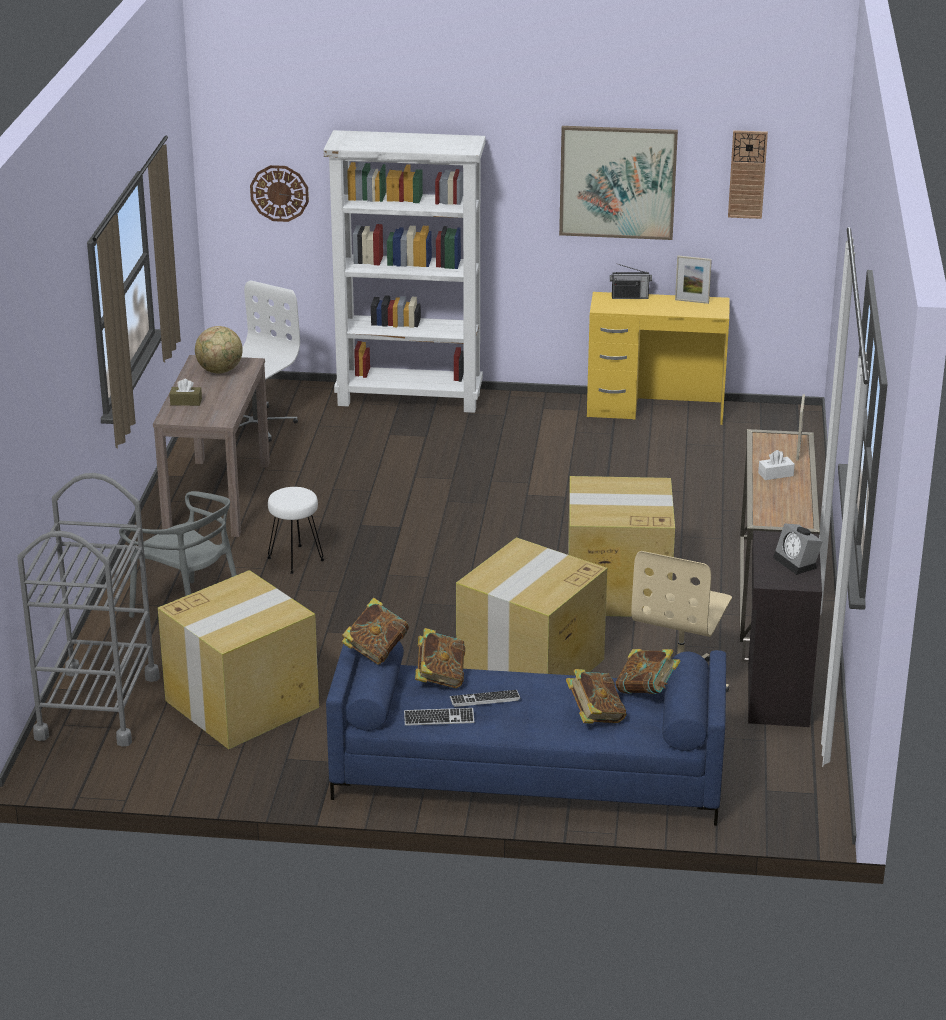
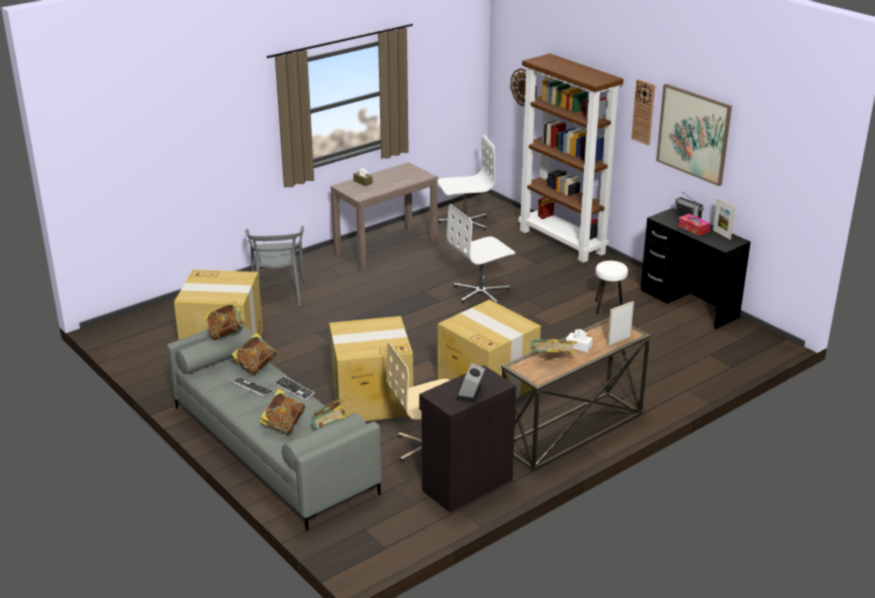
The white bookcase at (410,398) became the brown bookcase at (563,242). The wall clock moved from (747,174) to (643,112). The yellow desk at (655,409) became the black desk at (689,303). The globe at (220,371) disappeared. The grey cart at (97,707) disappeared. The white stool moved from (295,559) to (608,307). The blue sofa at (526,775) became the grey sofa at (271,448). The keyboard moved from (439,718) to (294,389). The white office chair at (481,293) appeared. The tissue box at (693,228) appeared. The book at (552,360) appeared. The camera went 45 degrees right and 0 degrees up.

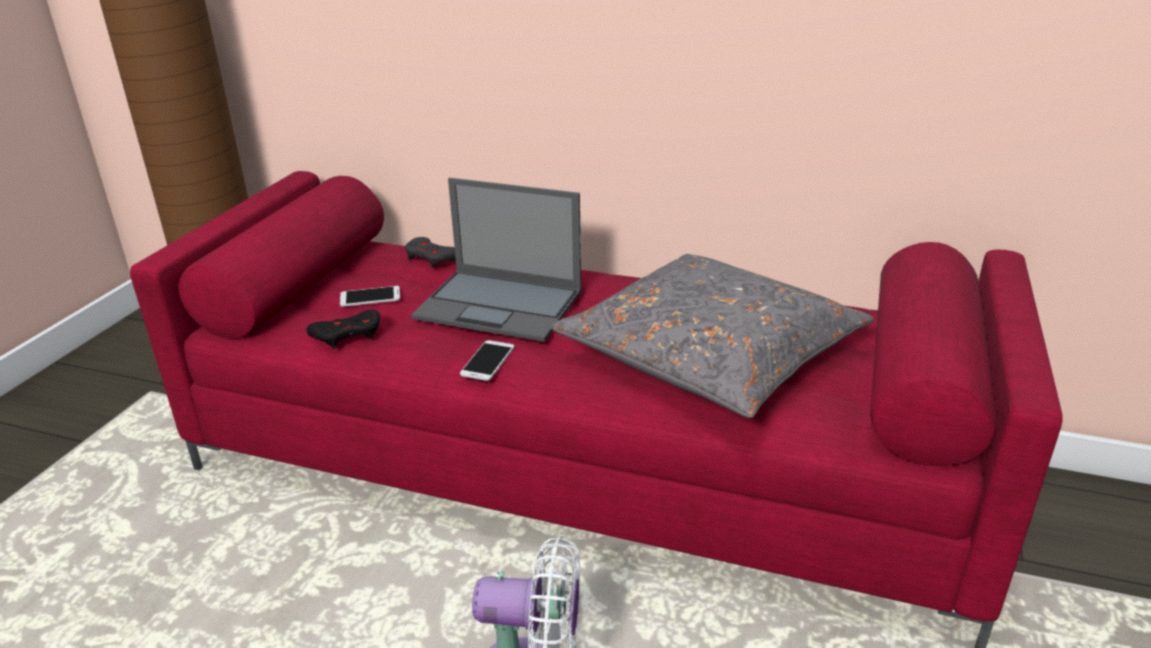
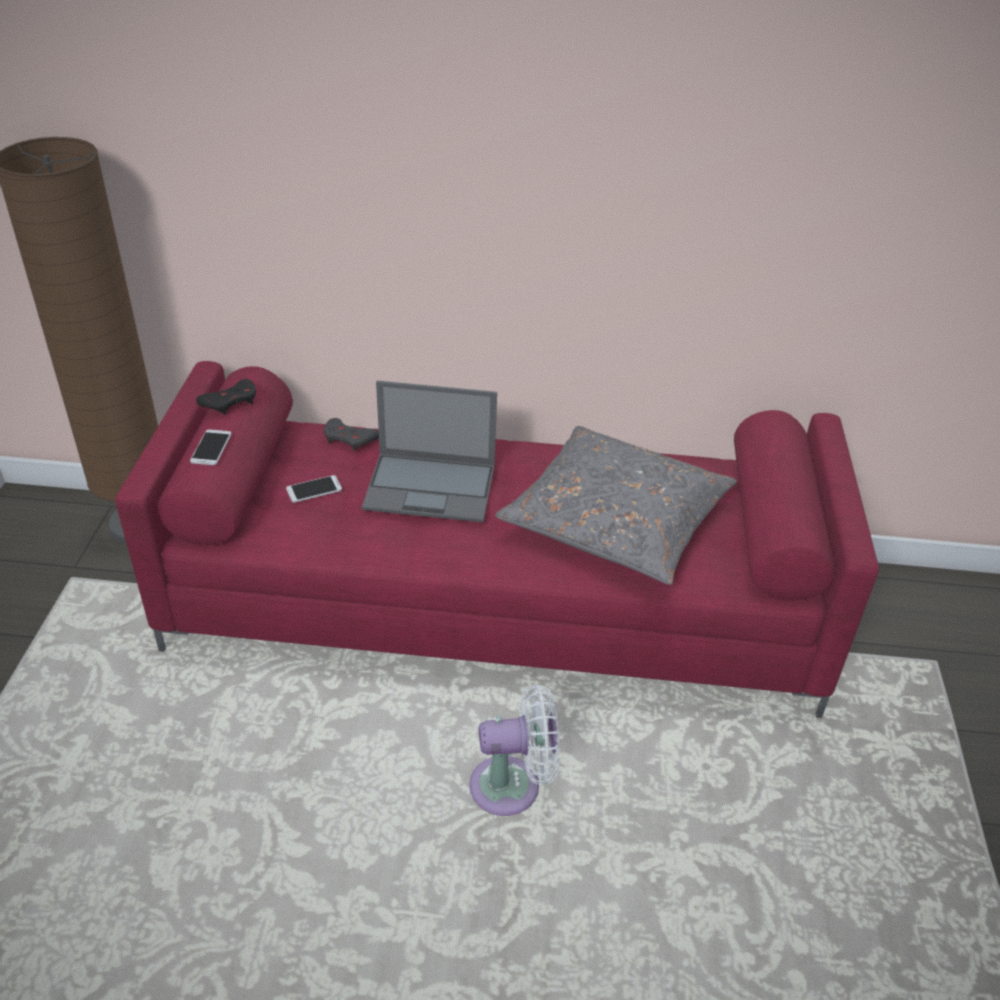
The black game controller moved from (347,334) to (230,401). The phone moved from (487,361) to (211,448). The camera went 15 degrees left and 10 degrees up.

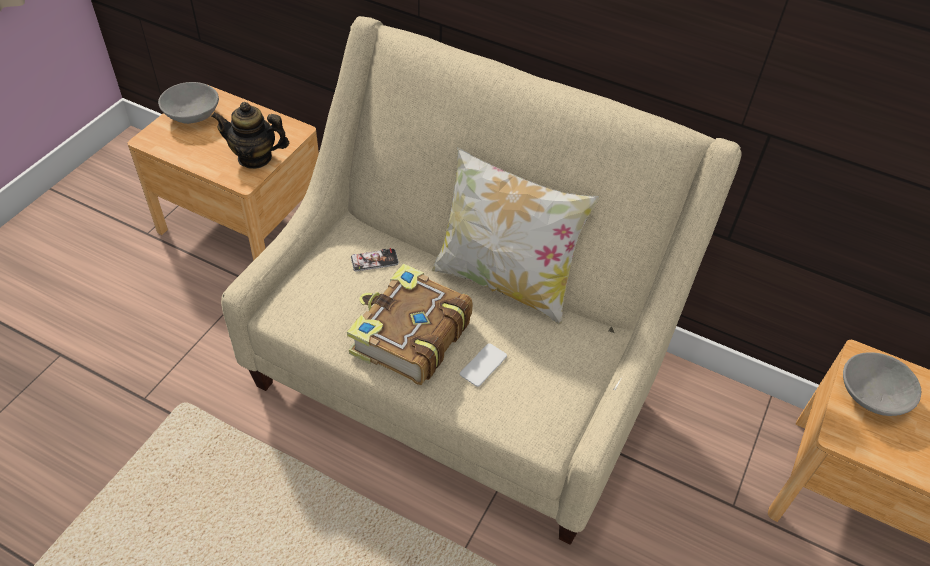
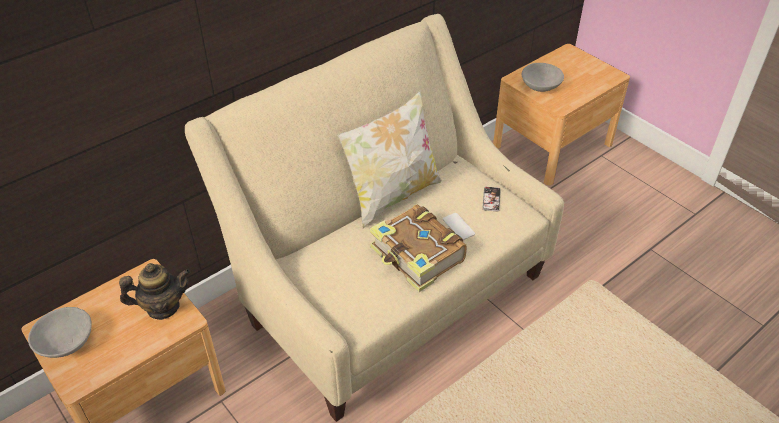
The teapot at (255,157) turned 135 degrees counterclockwise. The phone moved from (374,260) to (491,199). The camera went 65 degrees left and 5 degrees down.

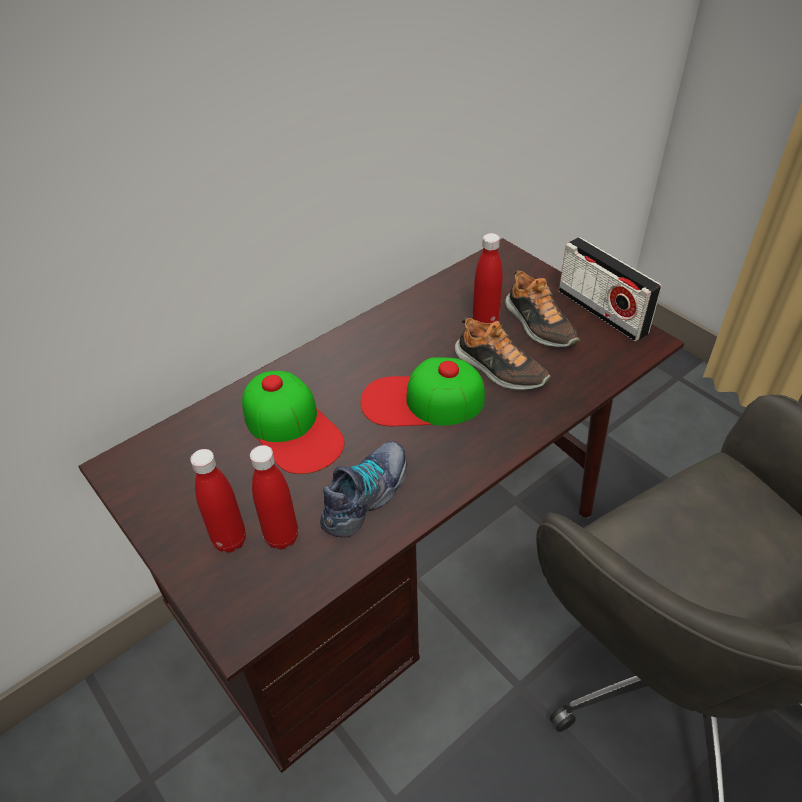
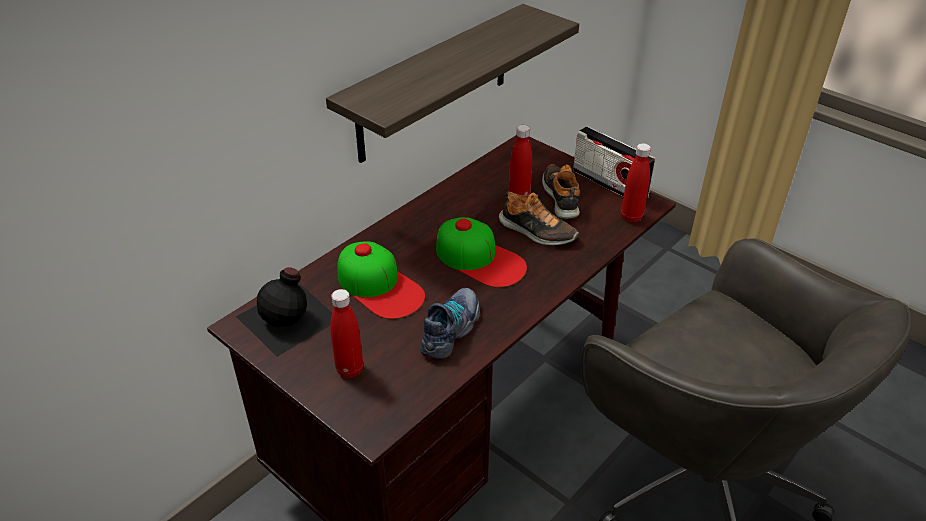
The shoe at (538,325) turned 150 degrees counterclockwise. The cap at (422,401) turned 135 degrees counterclockwise. The red bottle moved from (282,537) to (631,217). The shelf at (434,83) appeared. The black bottle at (290,317) appeared. The camera went 10 degrees left and 5 degrees down.

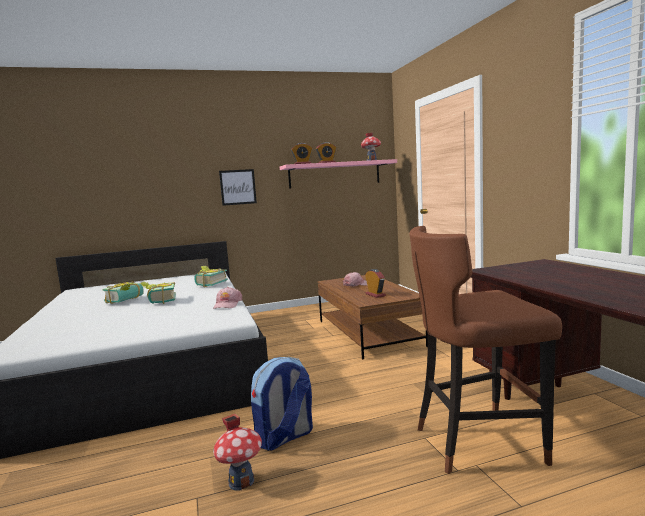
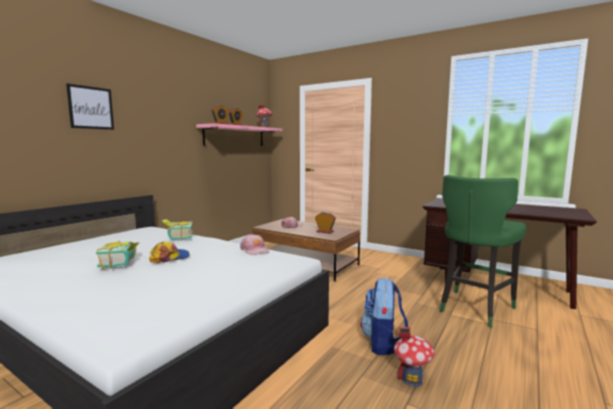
The picture moved from (238,187) to (91,108). The brown stool at (476,442) became the green stool at (474,308). The book at (159,301) was replaced by the cap at (169,257). The camera went 40 degrees left and 0 degrees up.

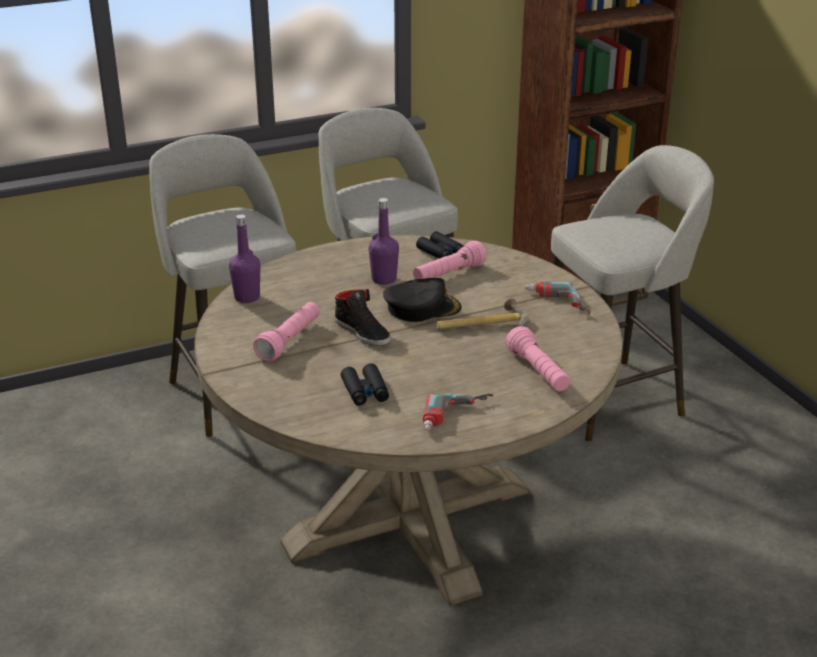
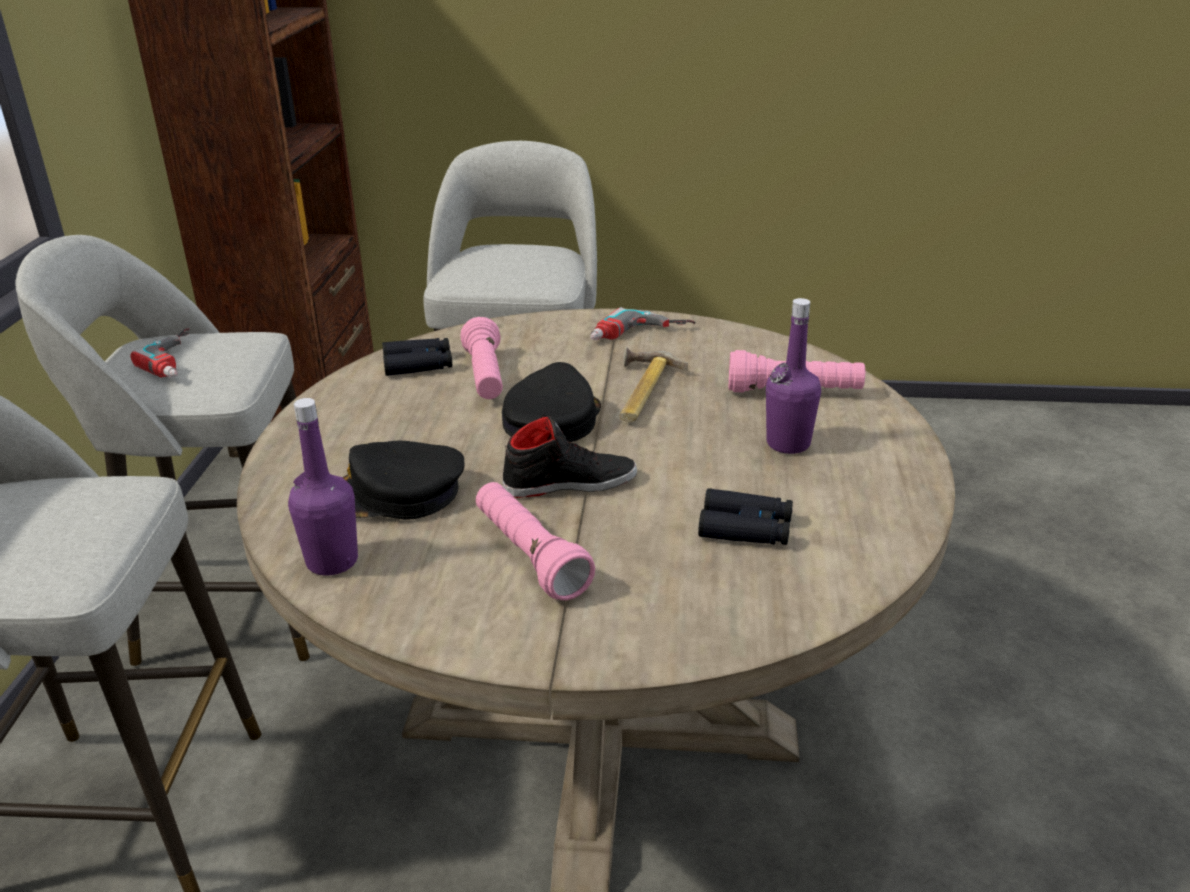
The purple bottle moved from (384,279) to (788,444). The power drill moved from (457,417) to (181,359). The black cap at (396,494) appeared. The camera went 60 degrees left and 0 degrees up.

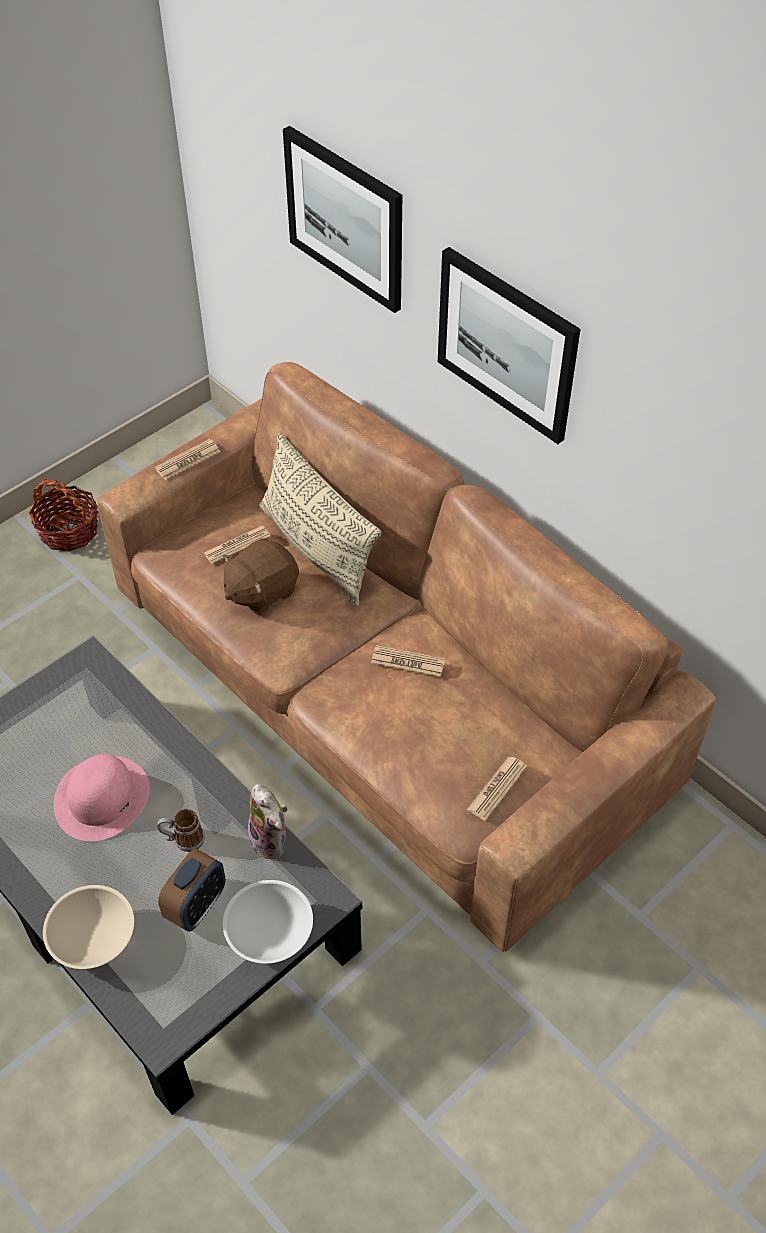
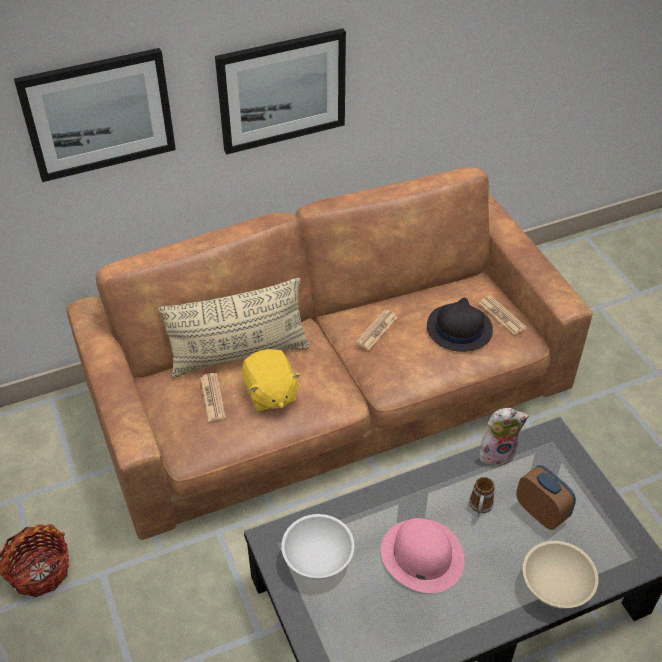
The newspaper at (187,460) disappeared. The brown plush toy at (261,591) became the yellow plush toy at (270,394). The white bowl moved from (270,934) to (318,558). The black hat at (458,328) appeared. The camera went 70 degrees left and 5 degrees down.

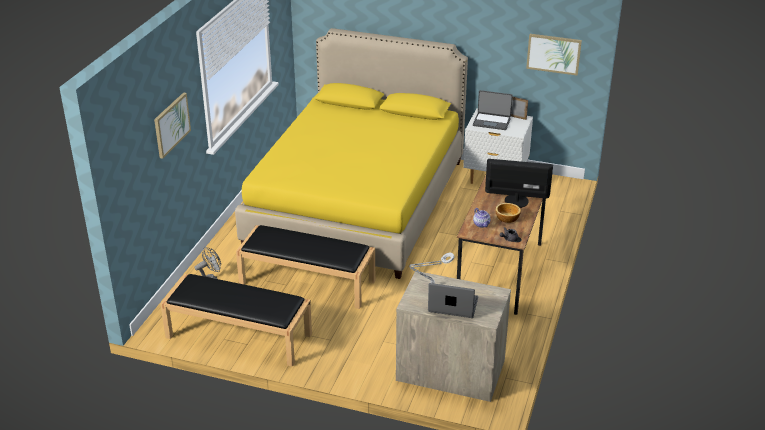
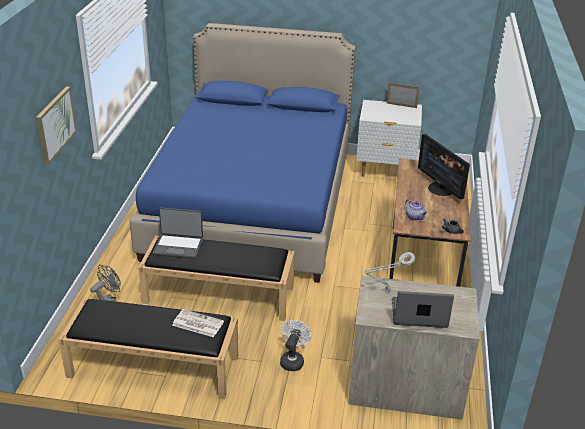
The yellow bed at (358,202) became the blue bed at (252,203). The picture at (553,53) disappeared. The laptop moved from (491,122) to (178,246). The monitor at (516,200) turned 120 degrees counterclockwise. The bowl at (506,218) disappeared. The newspaper at (197,323) appeared. The white fan at (293,360) appeared. The camera went 10 degrees left and 0 degrees up.

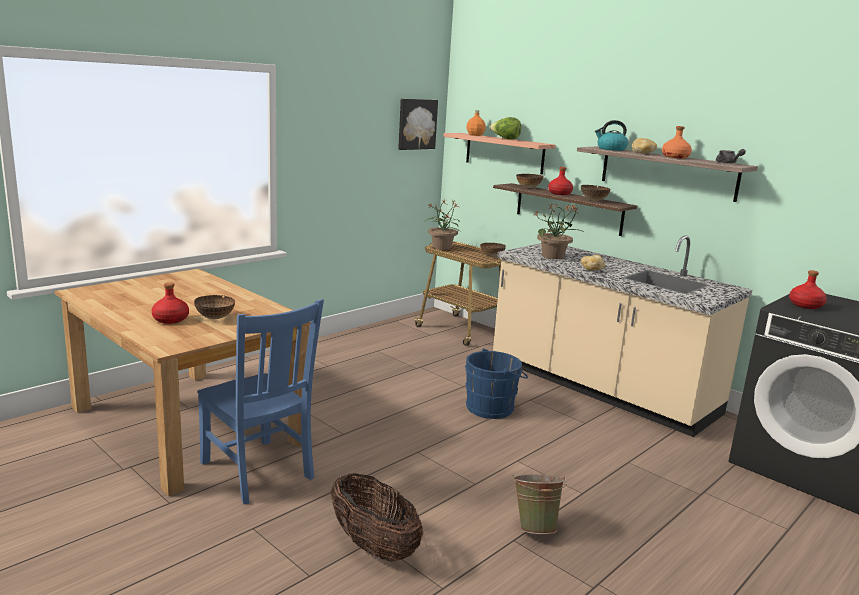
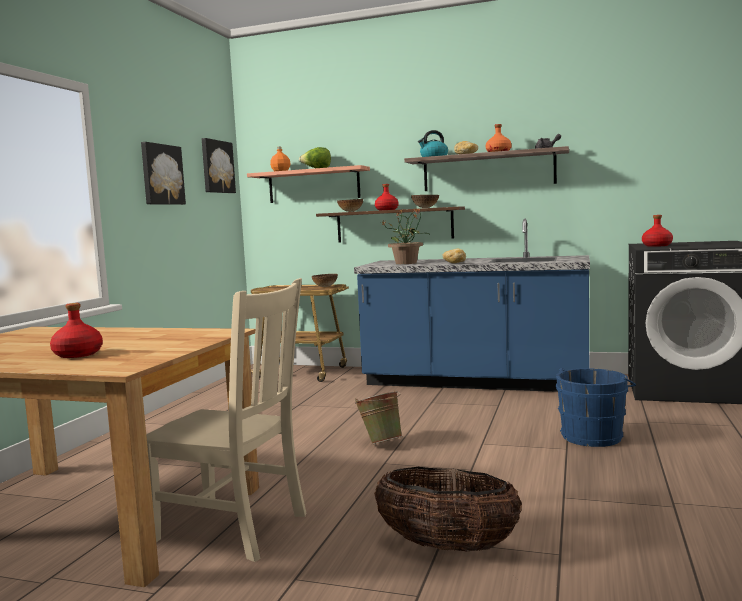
The potted plant at (441,247) disappeared. The beige counter at (600,388) became the blue counter at (476,381). The bowl at (215,318) disappeared. The blue chair at (258,472) became the beige chair at (234,529). The blue bucket moved from (492,408) to (593,436). The green bucket moved from (535,527) to (381,442). The picture at (161,174) appeared. The camera went 25 degrees left and 10 degrees down.

